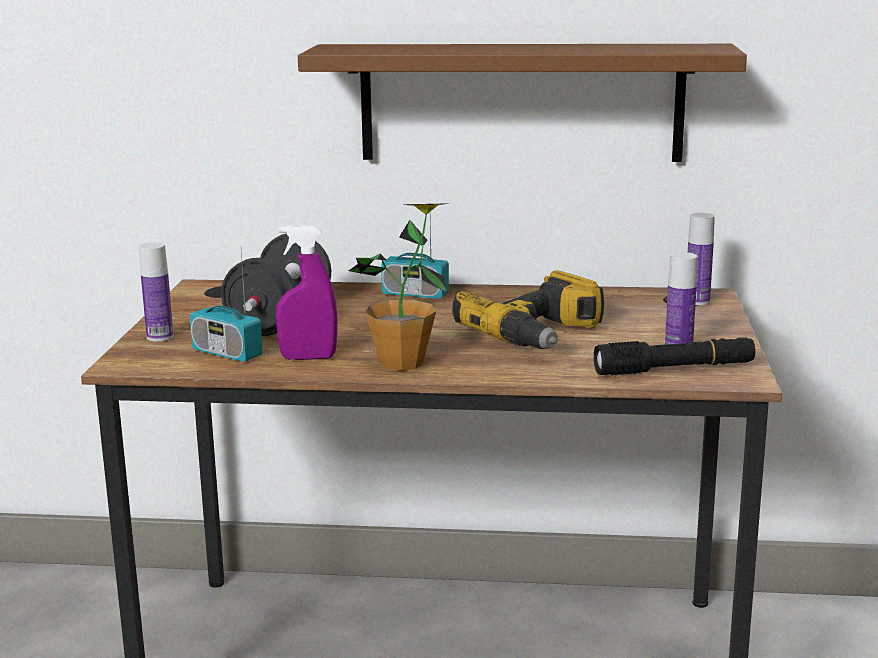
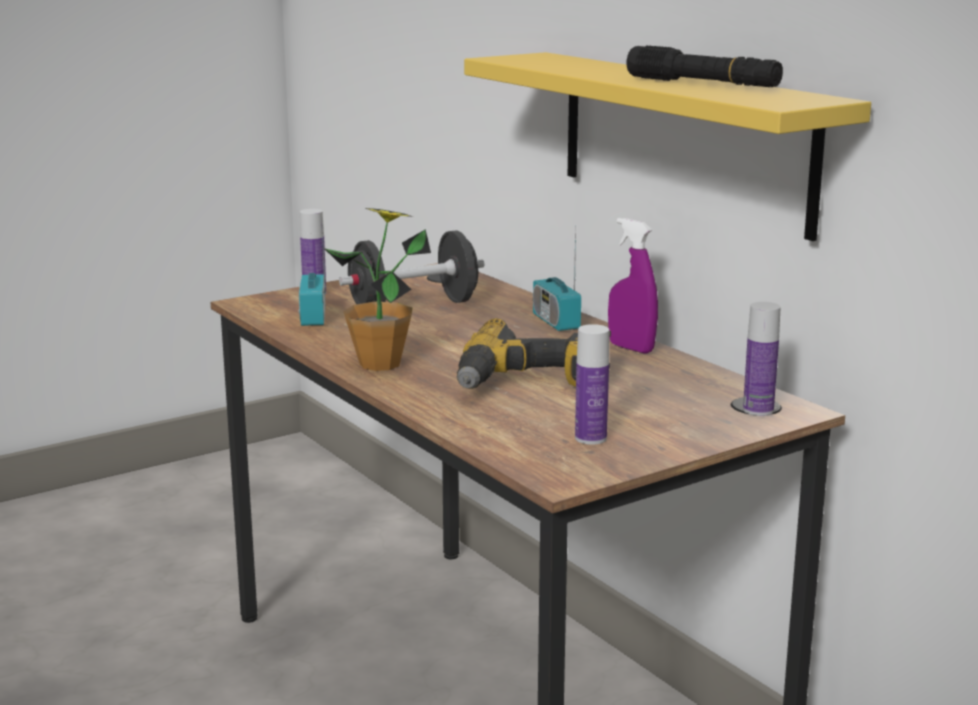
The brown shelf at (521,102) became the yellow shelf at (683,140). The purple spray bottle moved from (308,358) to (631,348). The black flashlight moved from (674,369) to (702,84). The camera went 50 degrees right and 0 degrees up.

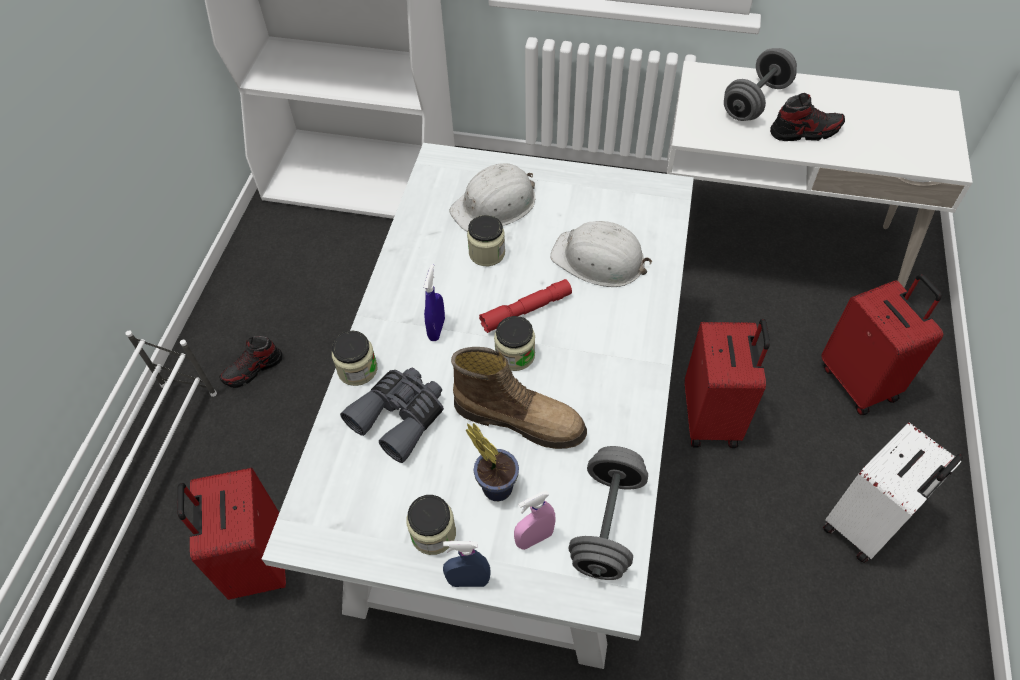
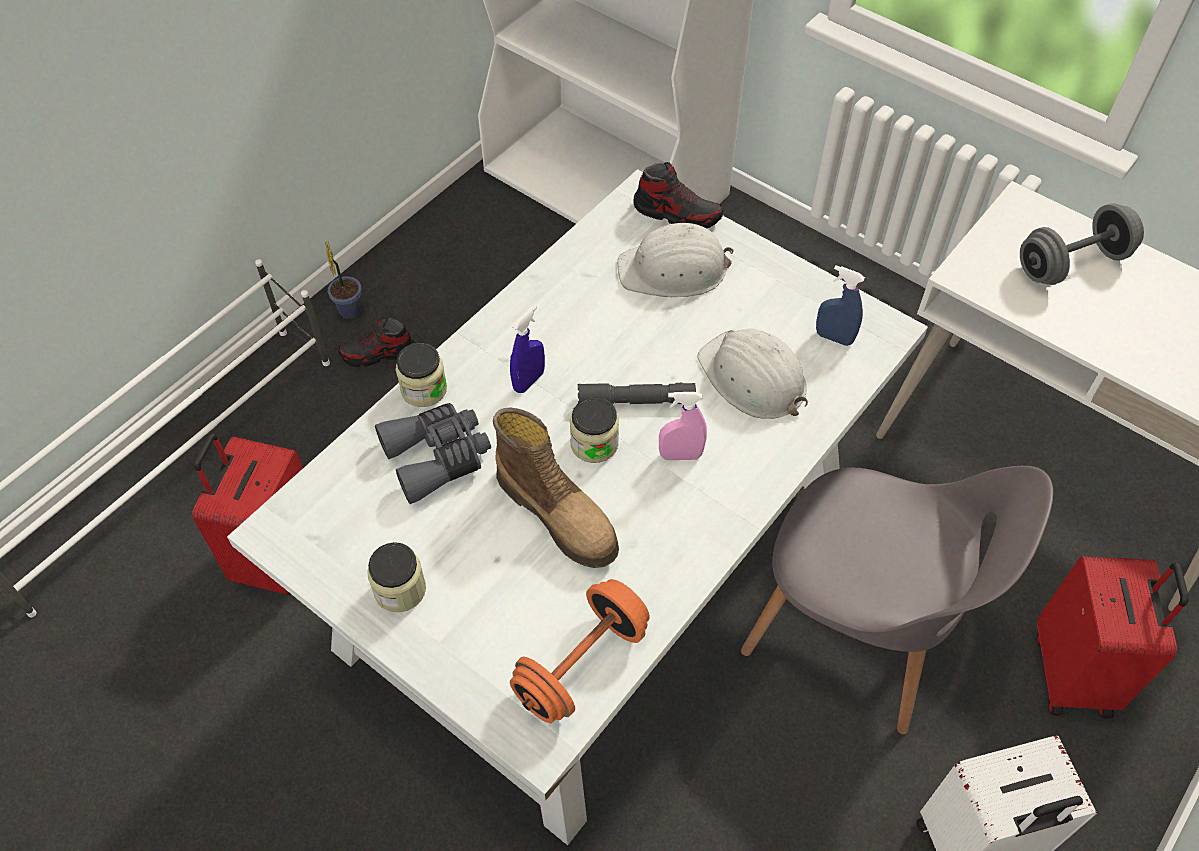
The shoe moved from (804,131) to (677,213). The jar at (487,253) disappeared. The red flashlight at (526,310) became the grey flashlight at (636,401). The red suitcase at (712,418) was replaced by the grey chair at (857,632). The potted plant moved from (494,485) to (349,308). The grey dumbbell at (607,523) became the orange dumbbell at (581,664). The pink spray bottle moved from (534,538) to (680,455). The blue spray bottle moved from (468,581) to (834,337). The camera went 25 degrees right and 0 degrees up.

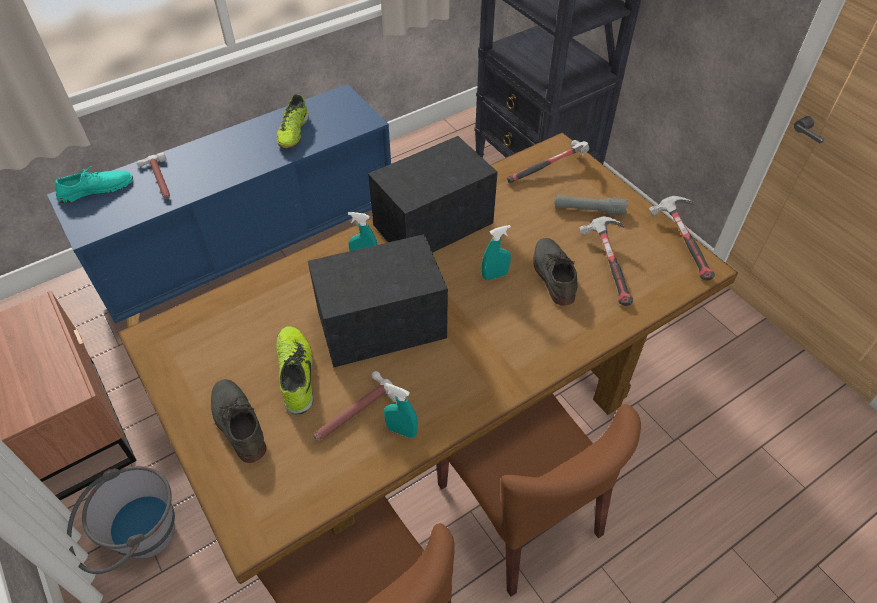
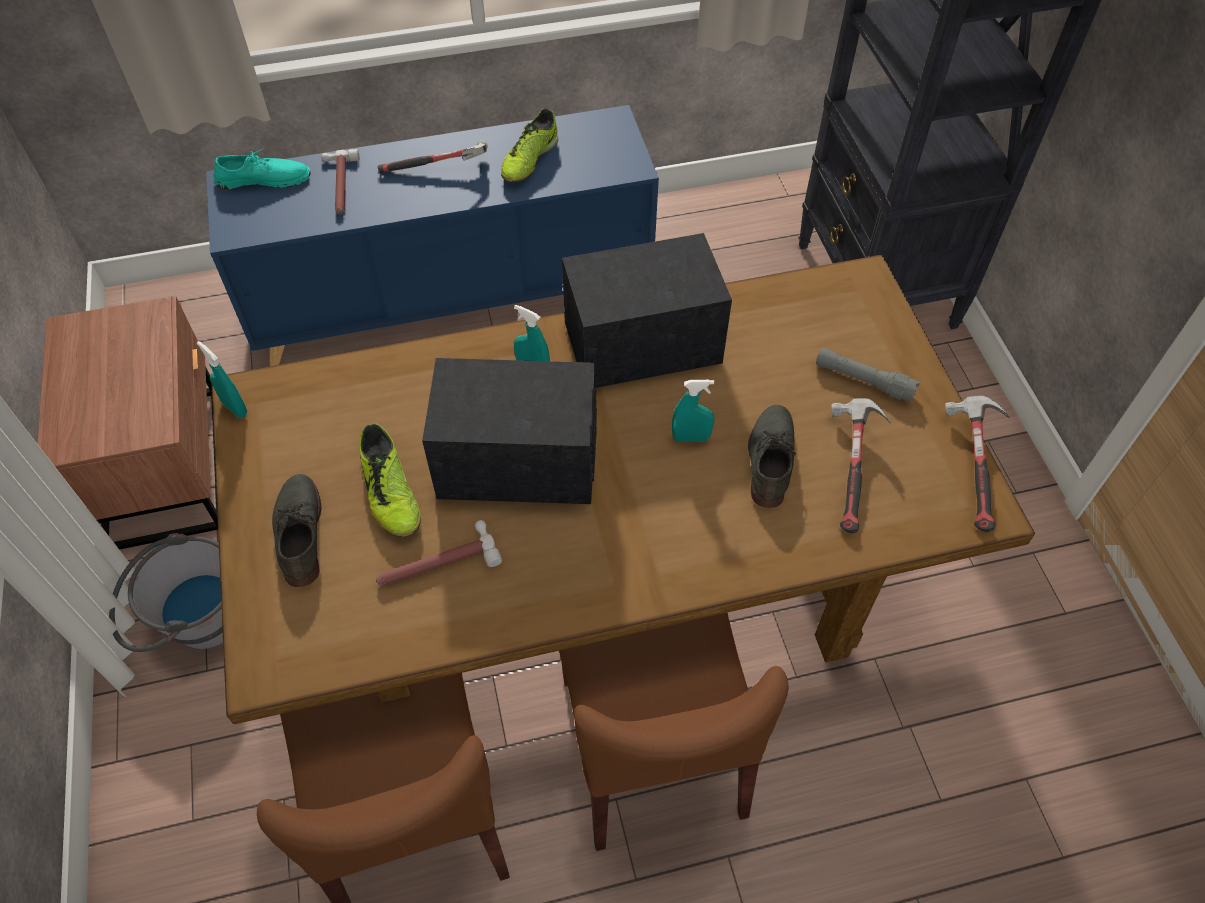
The hammer moved from (549,170) to (438,169). The shoe at (296,373) turned 150 degrees clockwise. The turquoise spray bottle moved from (401,430) to (235,408). The camera went 20 degrees right and 5 degrees up.

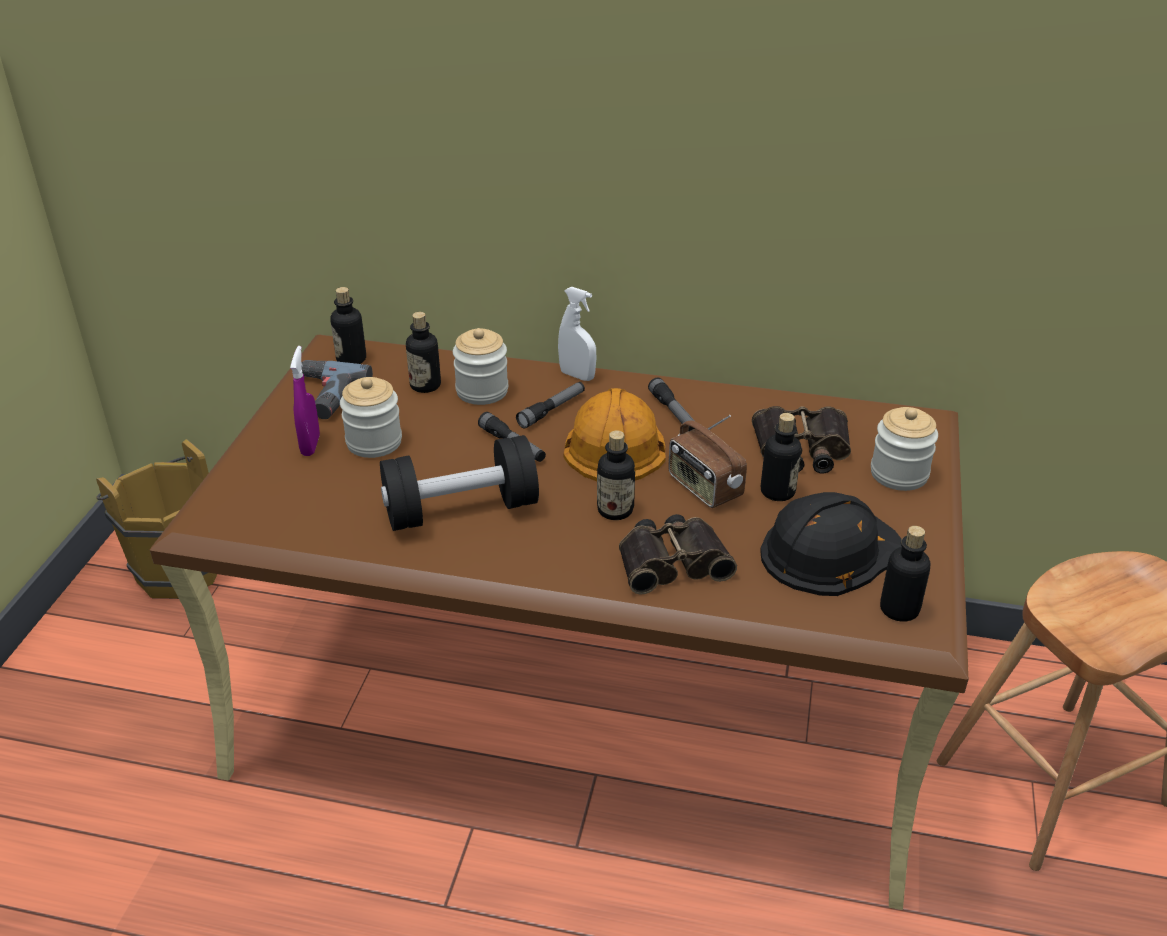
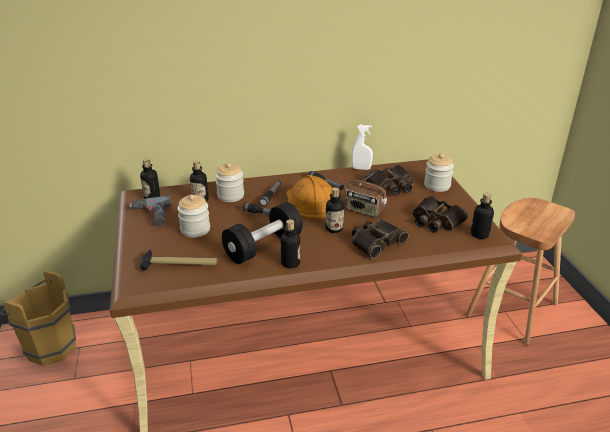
The white spray bottle moved from (577,375) to (361,168). The purple spray bottle at (310,445) disappeared. The bottle moved from (777,491) to (290,263). The black hard hat at (830,551) was replaced by the binoculars at (435,221). The hammer at (180,264) appeared. The camera went 25 degrees left and 5 degrees down.

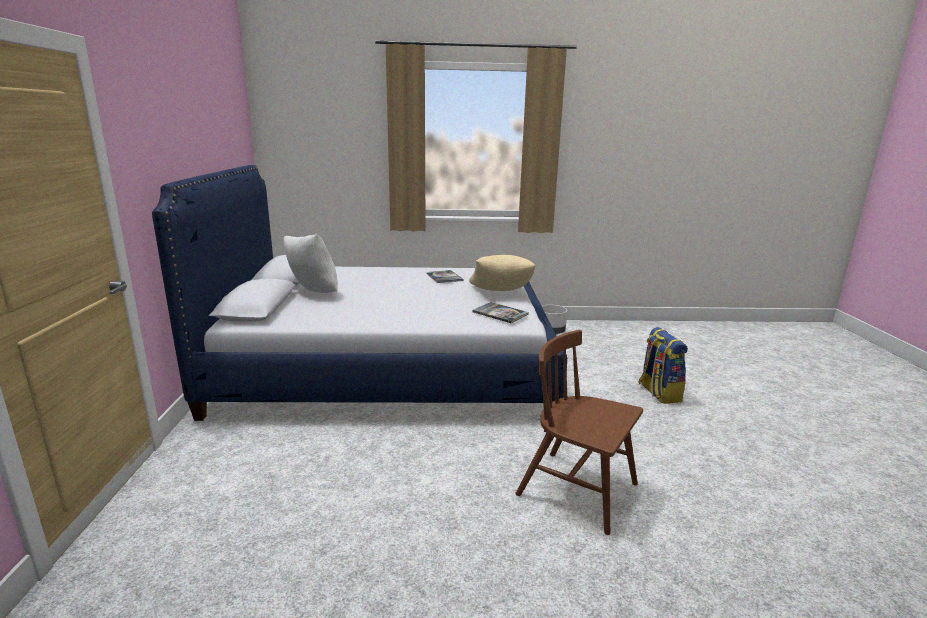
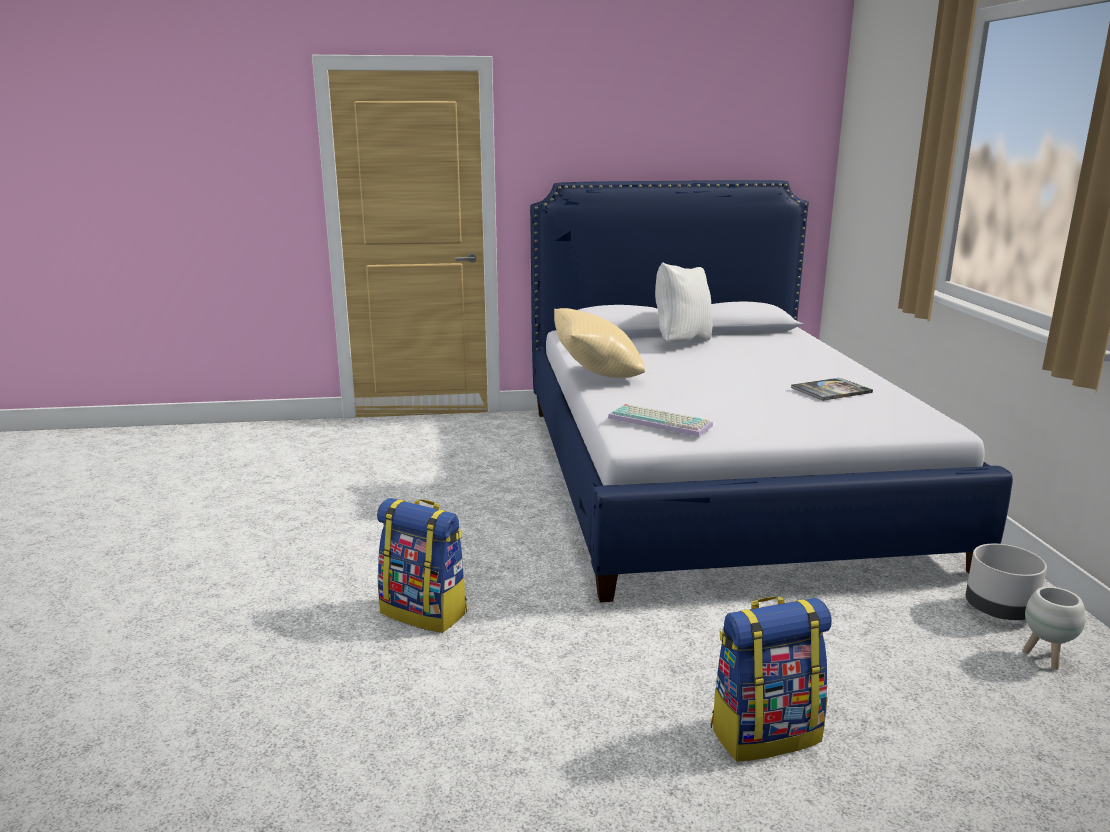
The beige pillow moved from (500,293) to (596,375). The book at (500,313) was replaced by the keyboard at (661,421). The brown chair at (578,490) was replaced by the backpack at (425,612). The white planter at (1045,658) appeared. The camera went 85 degrees right and 0 degrees up.

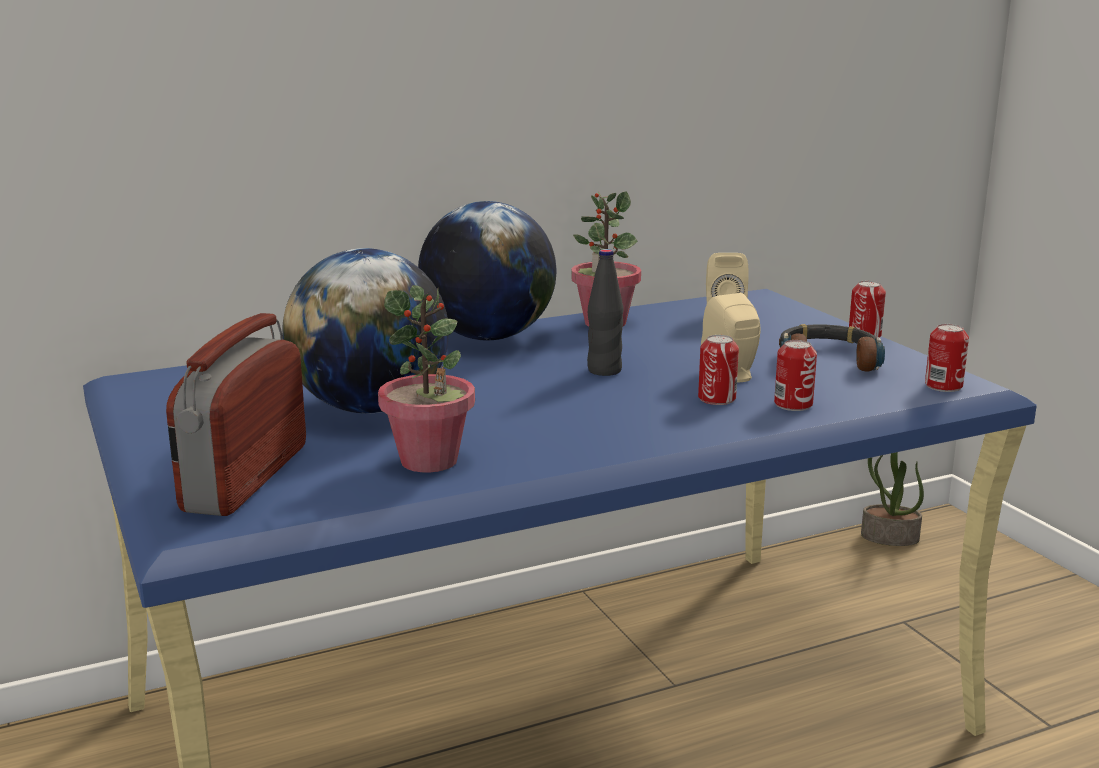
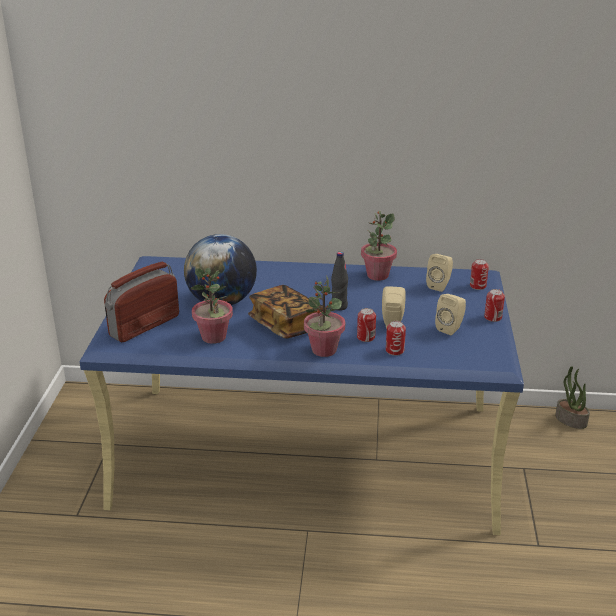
The globe at (488,337) disappeared. The headphones at (828,360) was replaced by the beige speaker at (451,328). The can moved from (943,386) to (478,286). The potted plant at (324,350) appeared. The book at (287,325) appeared. The camera went 30 degrees right and 10 degrees up.

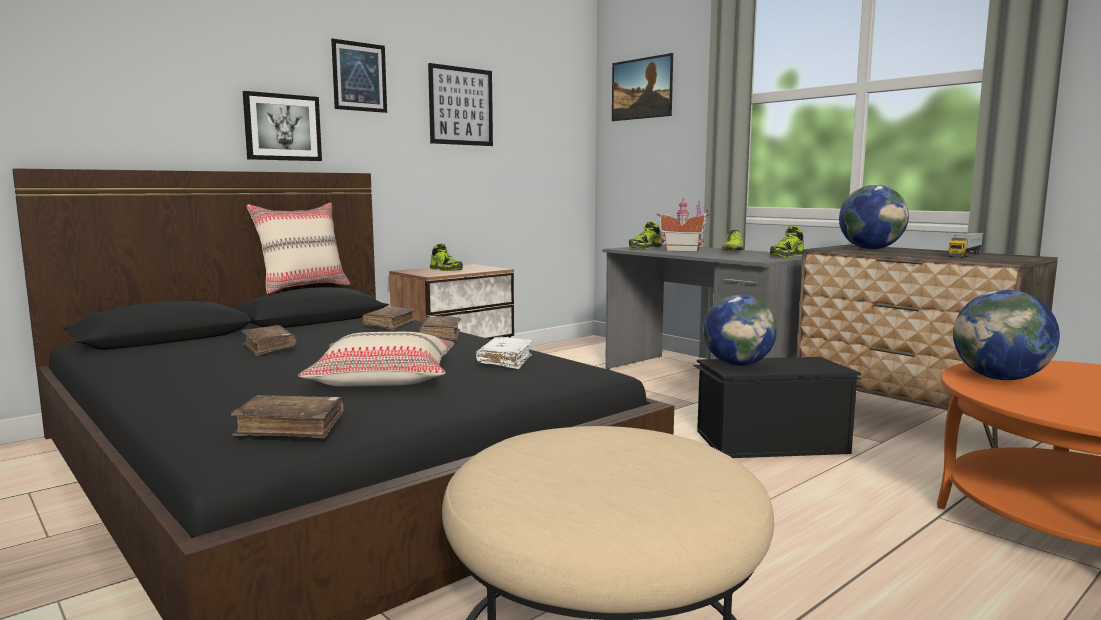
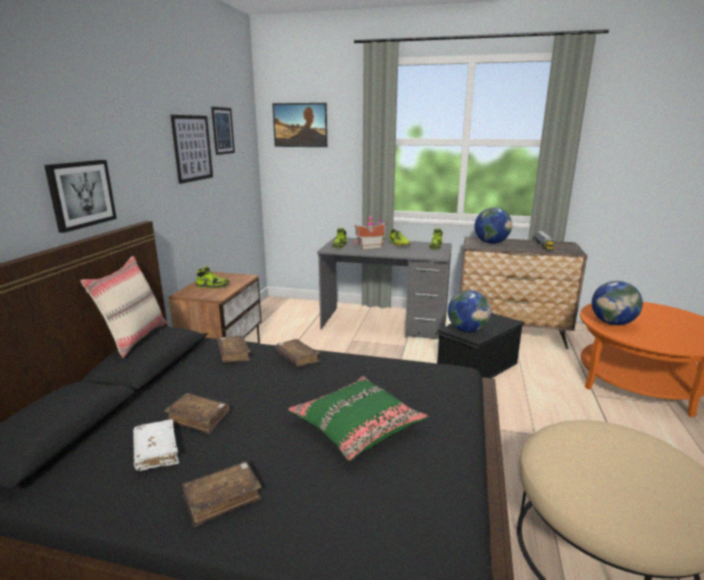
The picture moved from (359,76) to (223,131). The beige pillow at (384,378) became the green pillow at (357,426). The white book moved from (505,361) to (156,451). The brown book moved from (291,427) to (222,498). The camera went 35 degrees left and 10 degrees up.

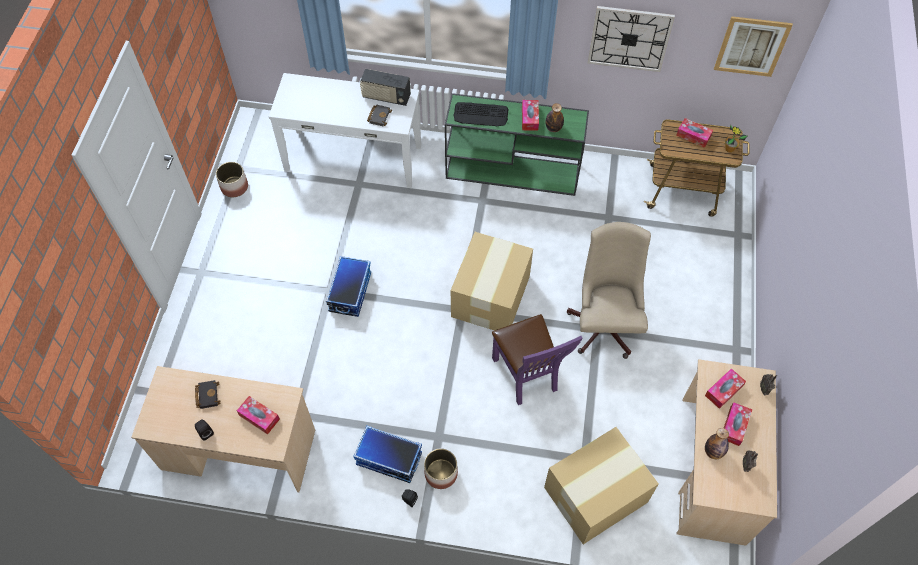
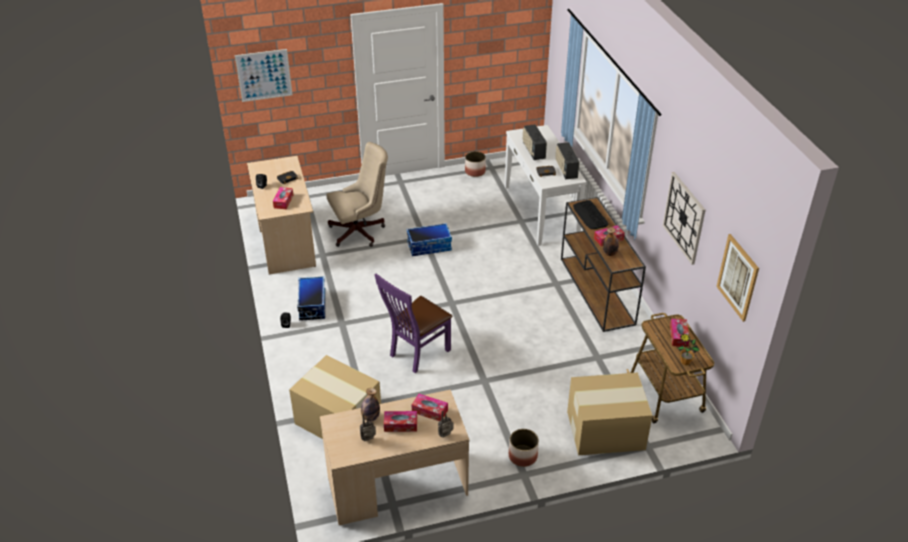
The green console table at (514,171) became the brown console table at (597,291). The beige office chair moved from (604,322) to (361,231). The cardboard box moved from (489,297) to (604,430). The planter moved from (441,474) to (522,456). The picture at (264,75) appeared. The radio at (533,151) appeared. The camera went 65 degrees right and 20 degrees down.

